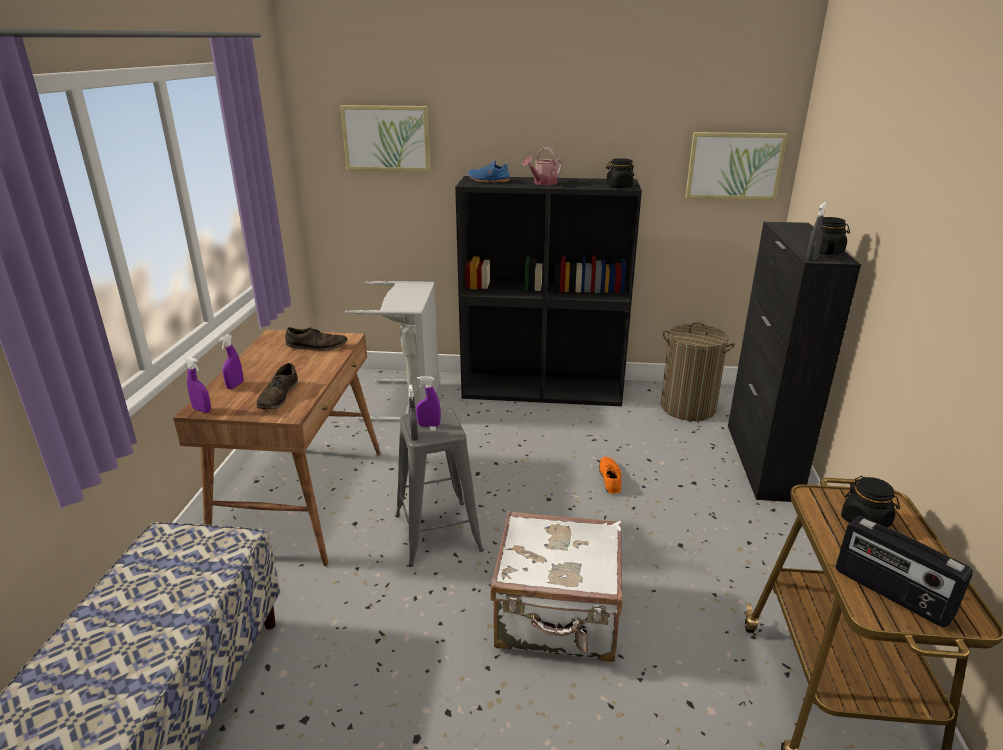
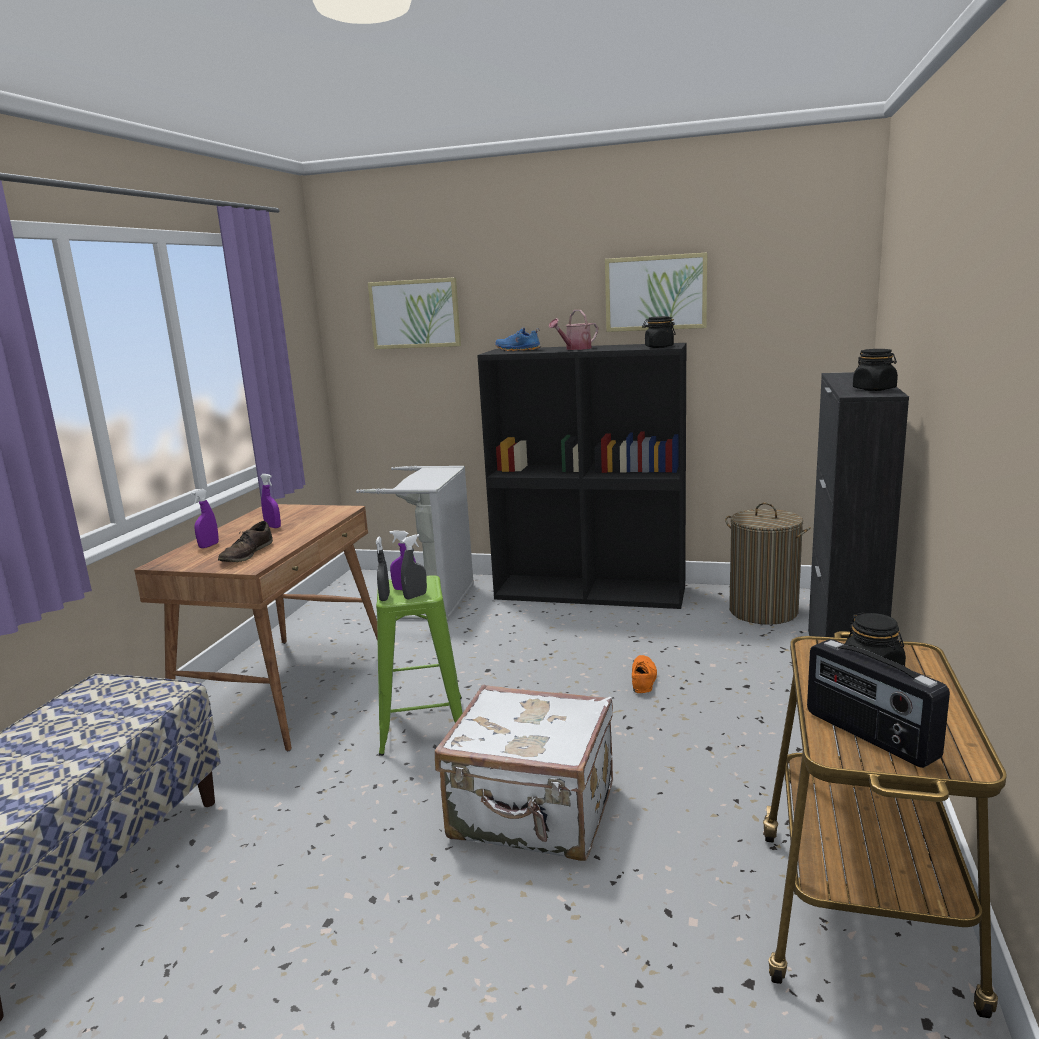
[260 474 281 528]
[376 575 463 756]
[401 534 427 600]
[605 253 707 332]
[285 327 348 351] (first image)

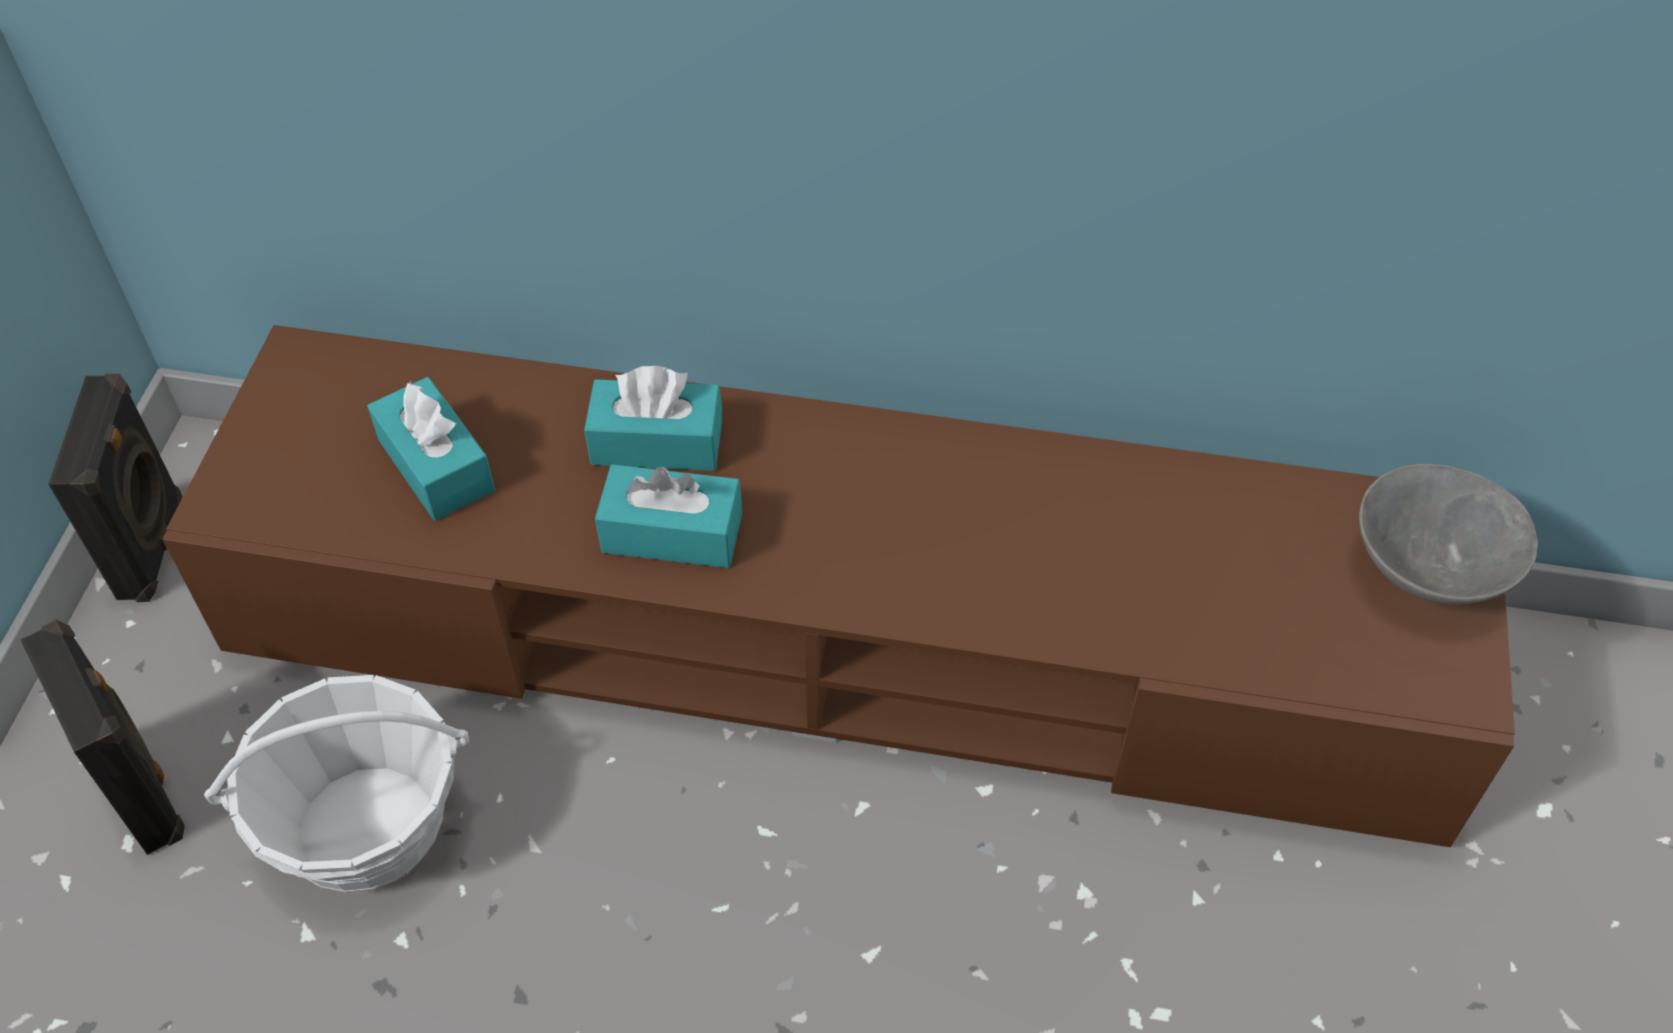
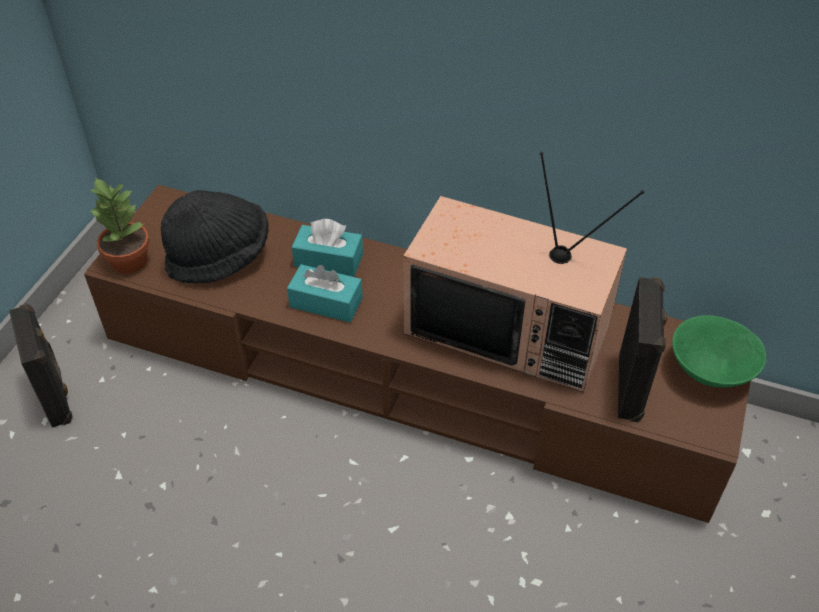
[90 177 150 274]
[161 190 269 284]
[404 152 644 392]
[618 277 667 422]
[672 315 766 388]
[204 675 469 892] (first image)

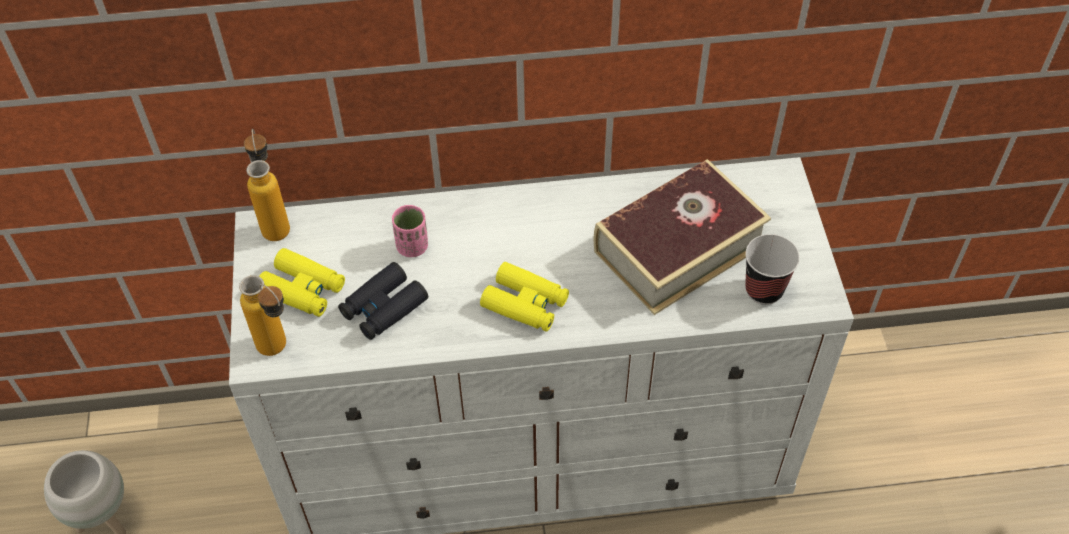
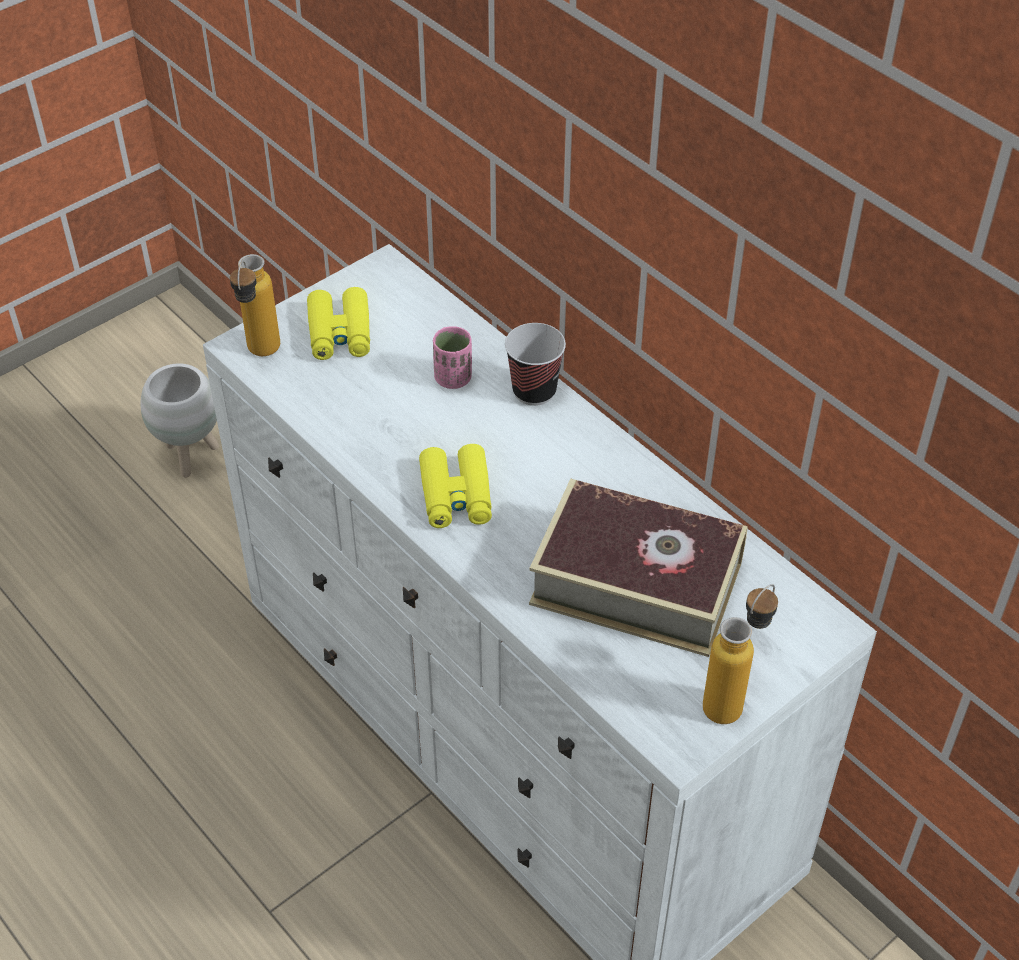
[505 323 566 406]
[703 584 778 724]
[338 262 428 340] (first image)

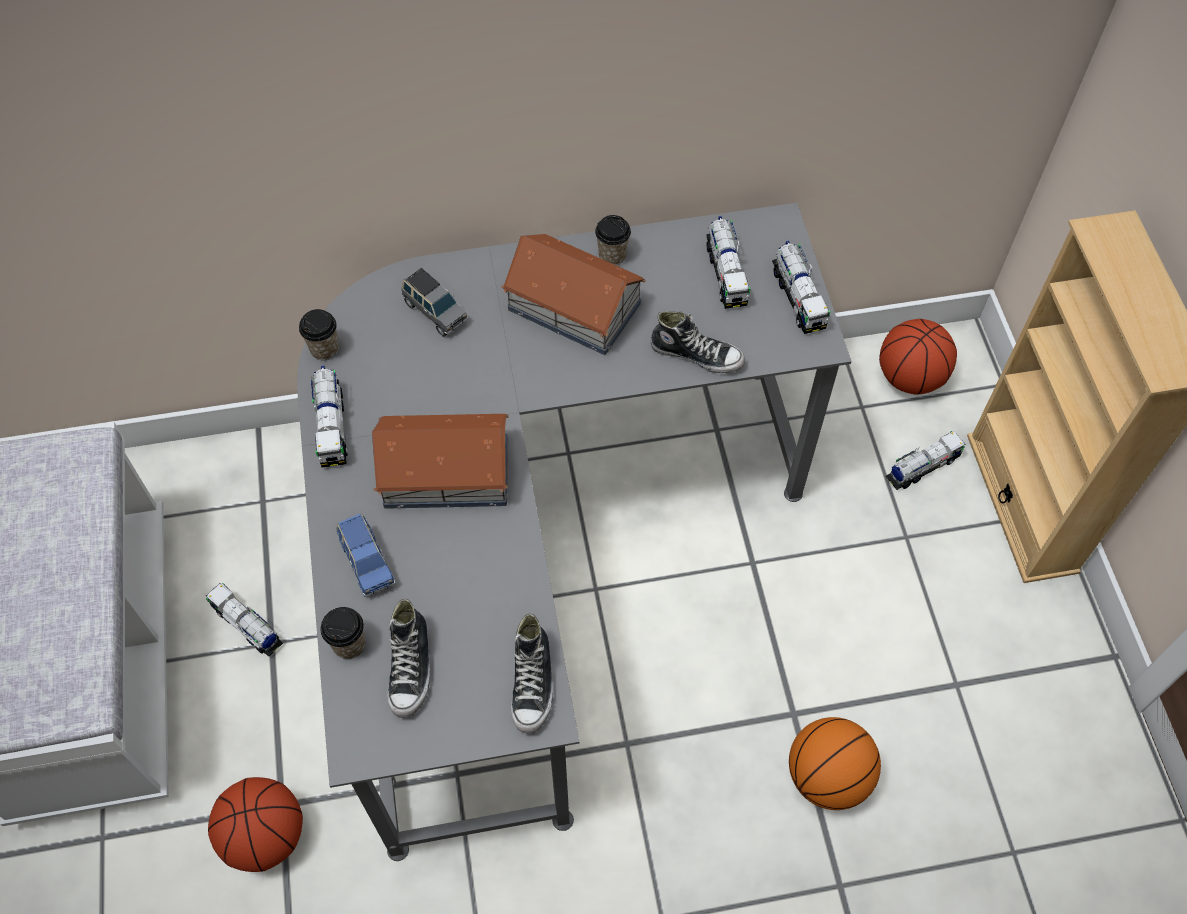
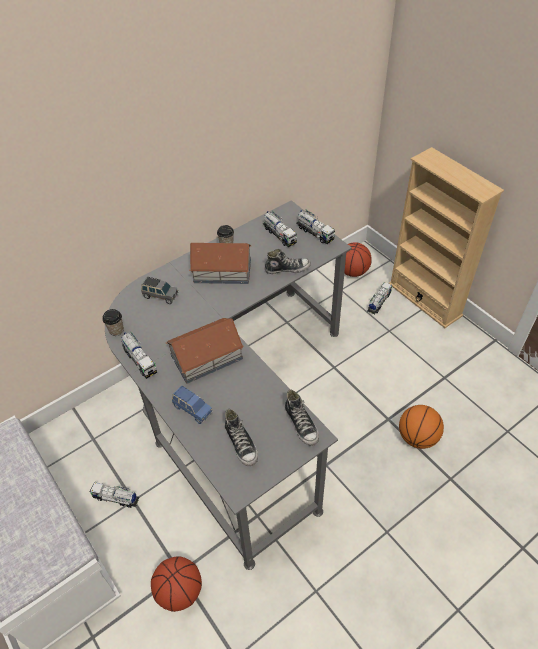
[321 607 365 659] (first image)

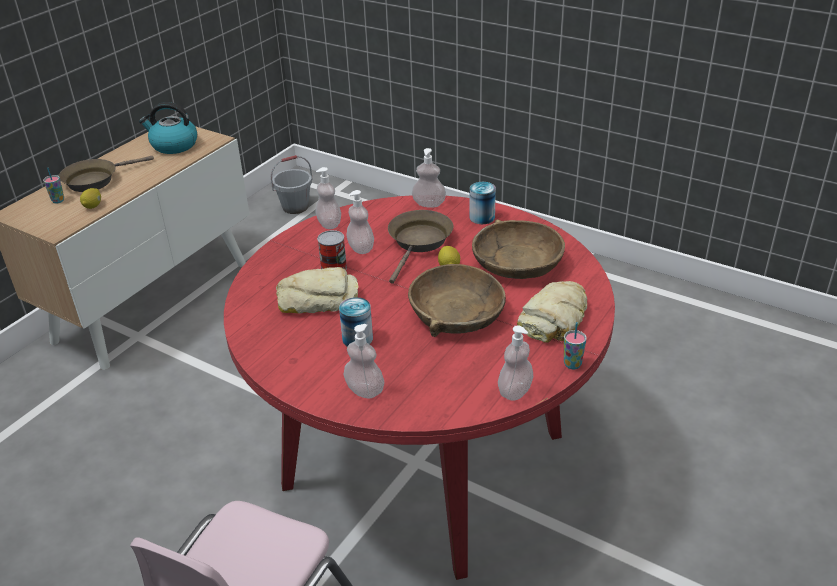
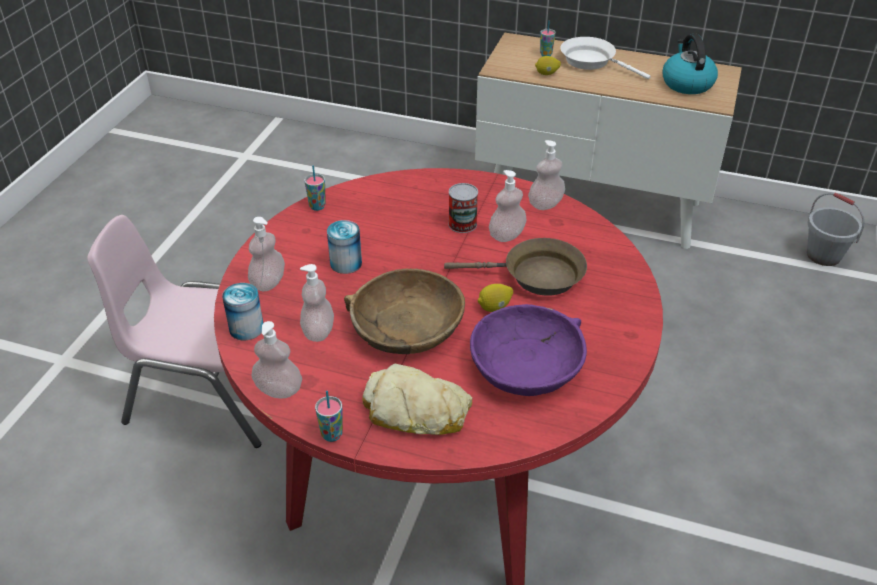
[222 283 263 340]
[300 264 334 342]
[304 165 326 211]
[470 304 587 396]
[560 37 651 79]
[276 267 358 314] (first image)

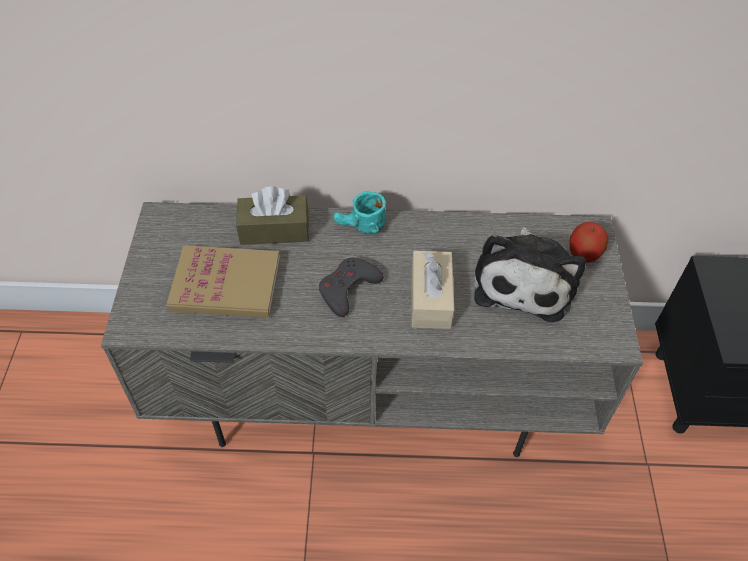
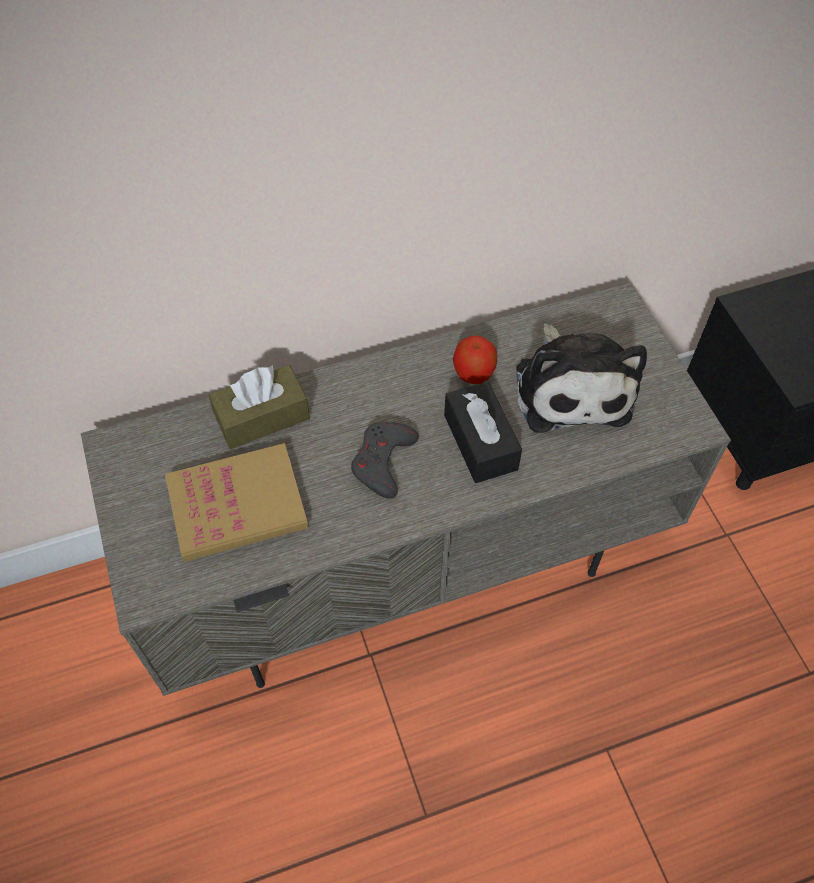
[444 382 522 483]
[453 336 497 384]
[333 191 386 234] (first image)

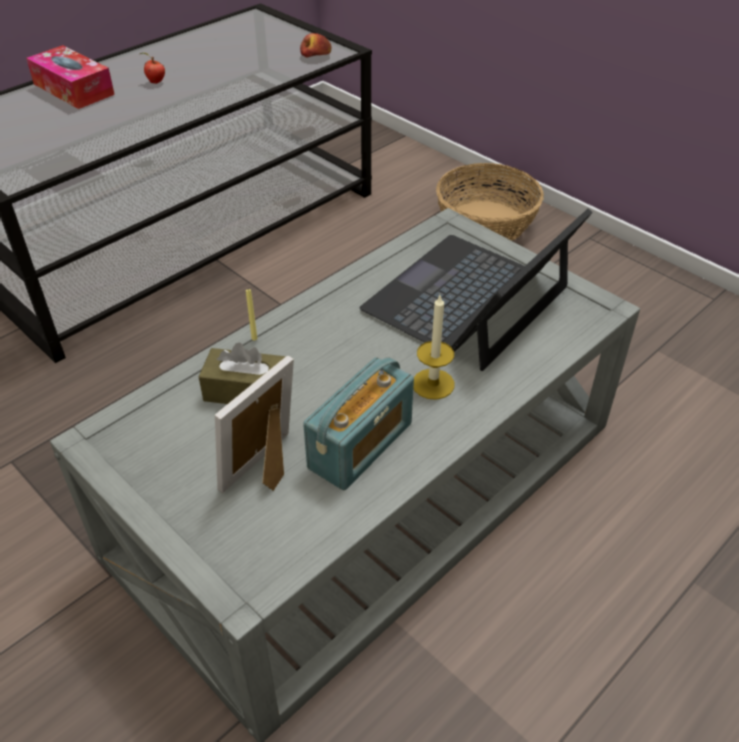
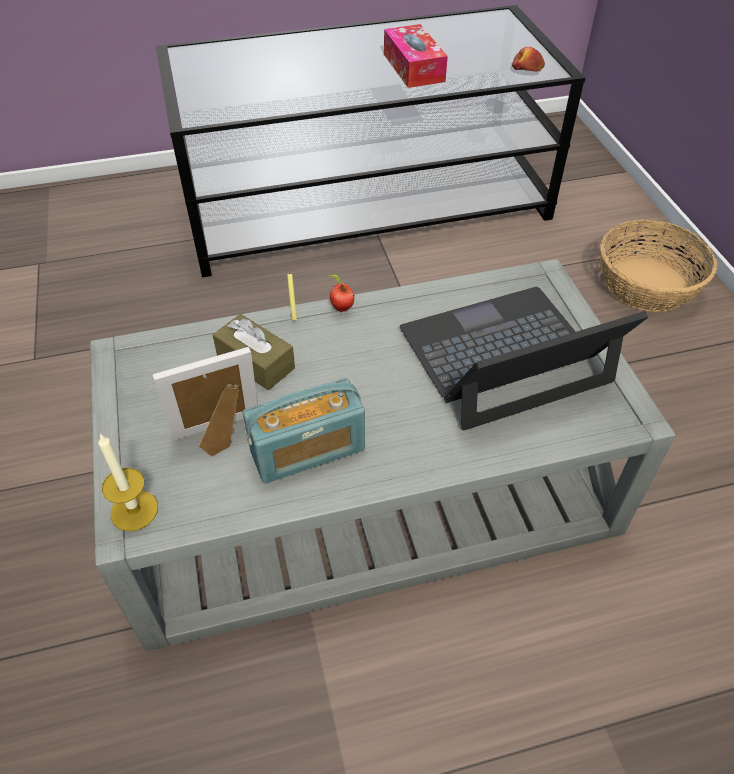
[98 433 158 531]
[328 275 354 312]
[384 24 448 88]

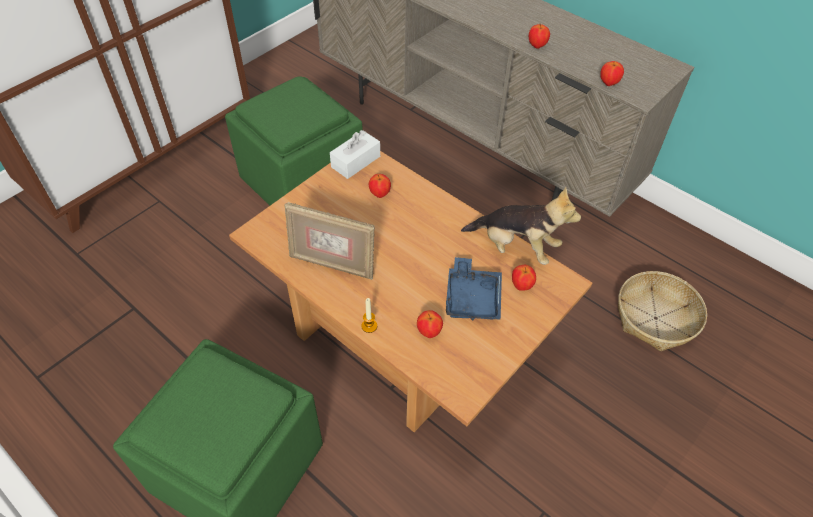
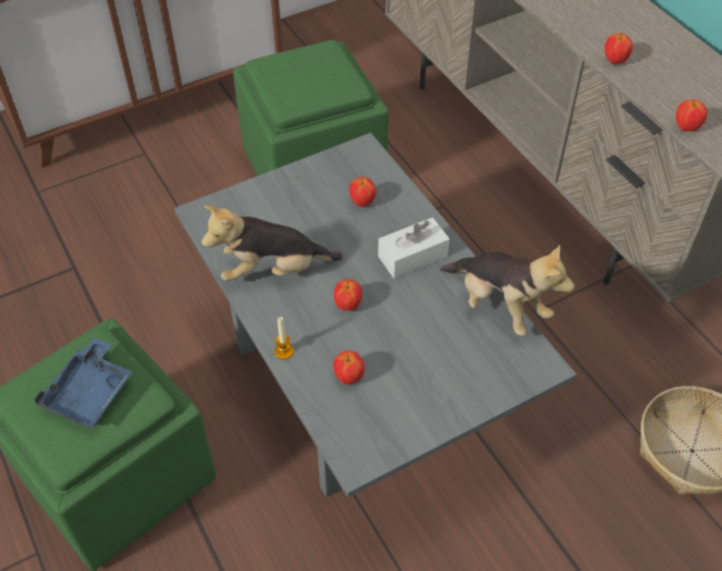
[34 337 133 429]
[174 133 577 497]
[201 205 343 281]
[334 279 362 311]
[378 217 450 278]

